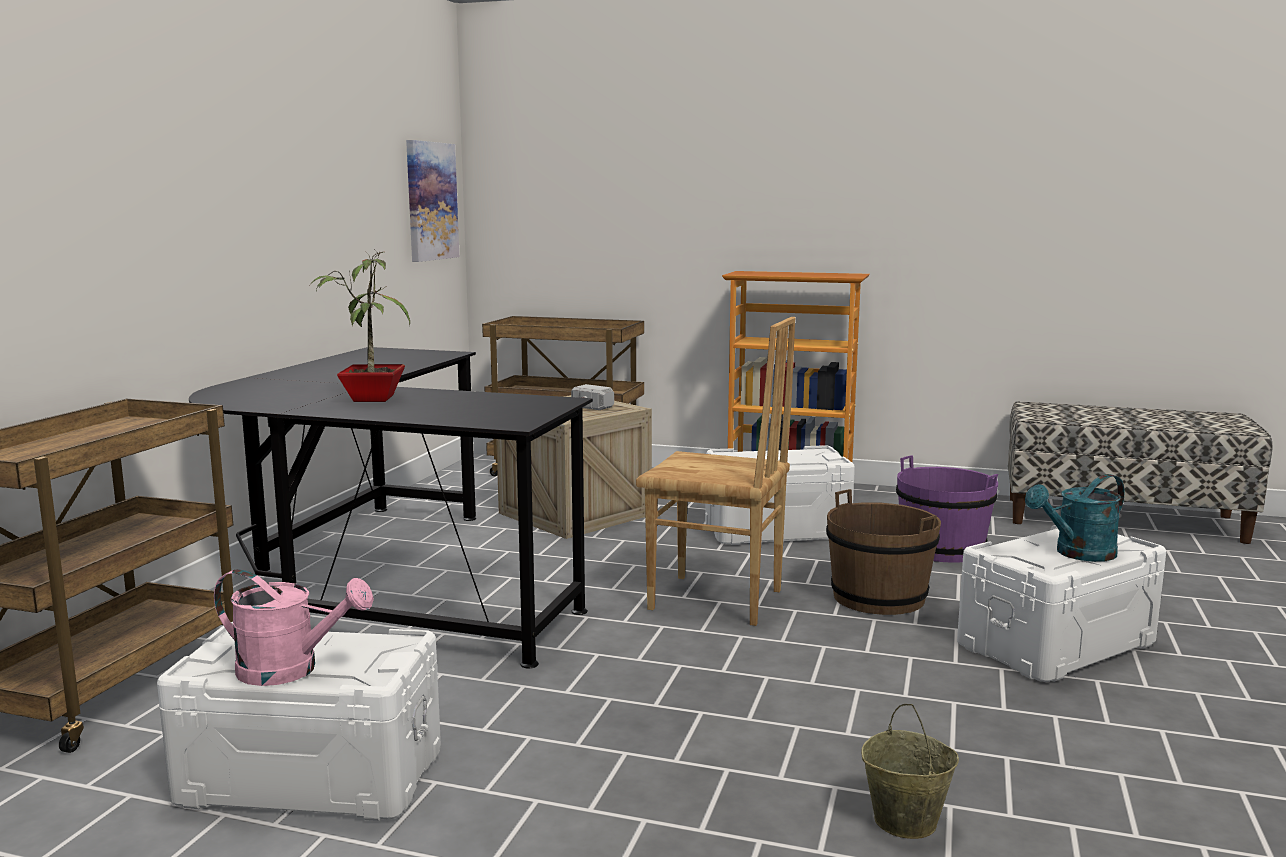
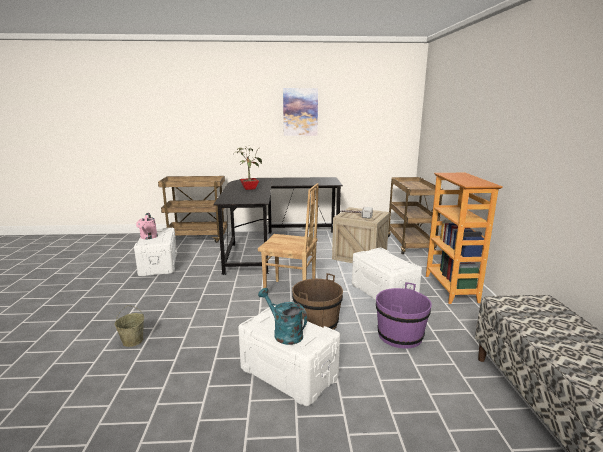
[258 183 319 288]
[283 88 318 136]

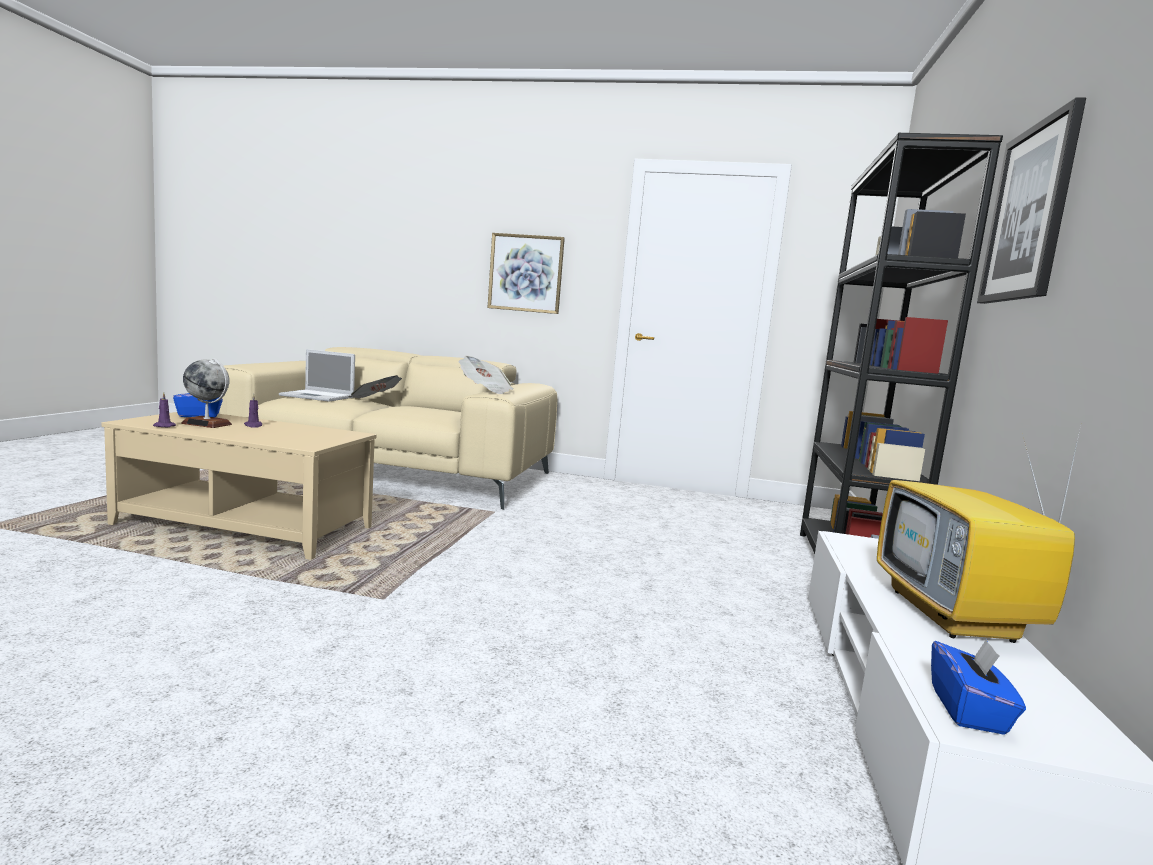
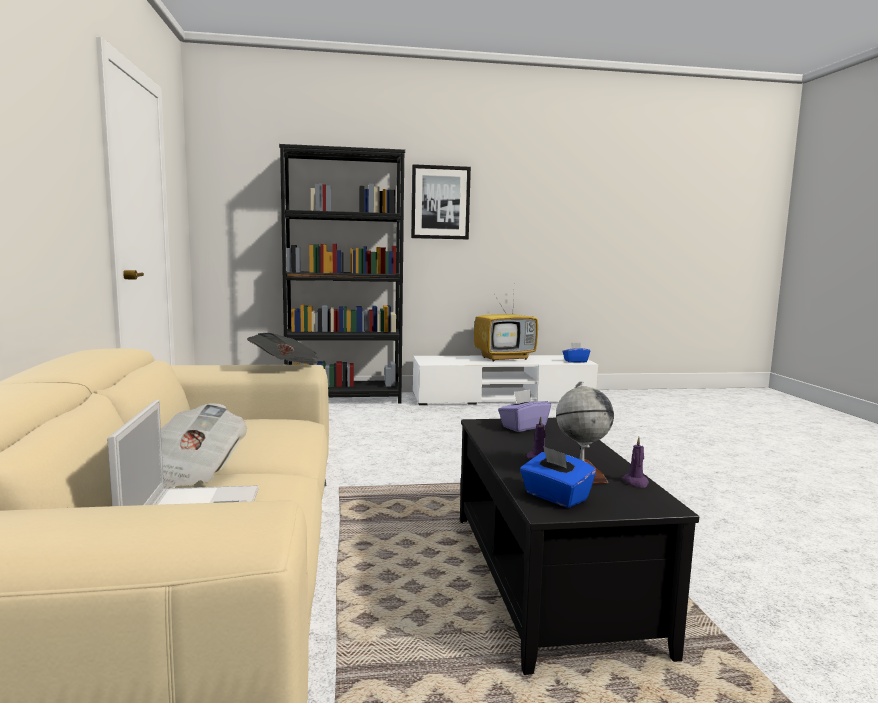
[460 418 699 675]
[498 389 551 432]
[487 233 565 314] (first image)

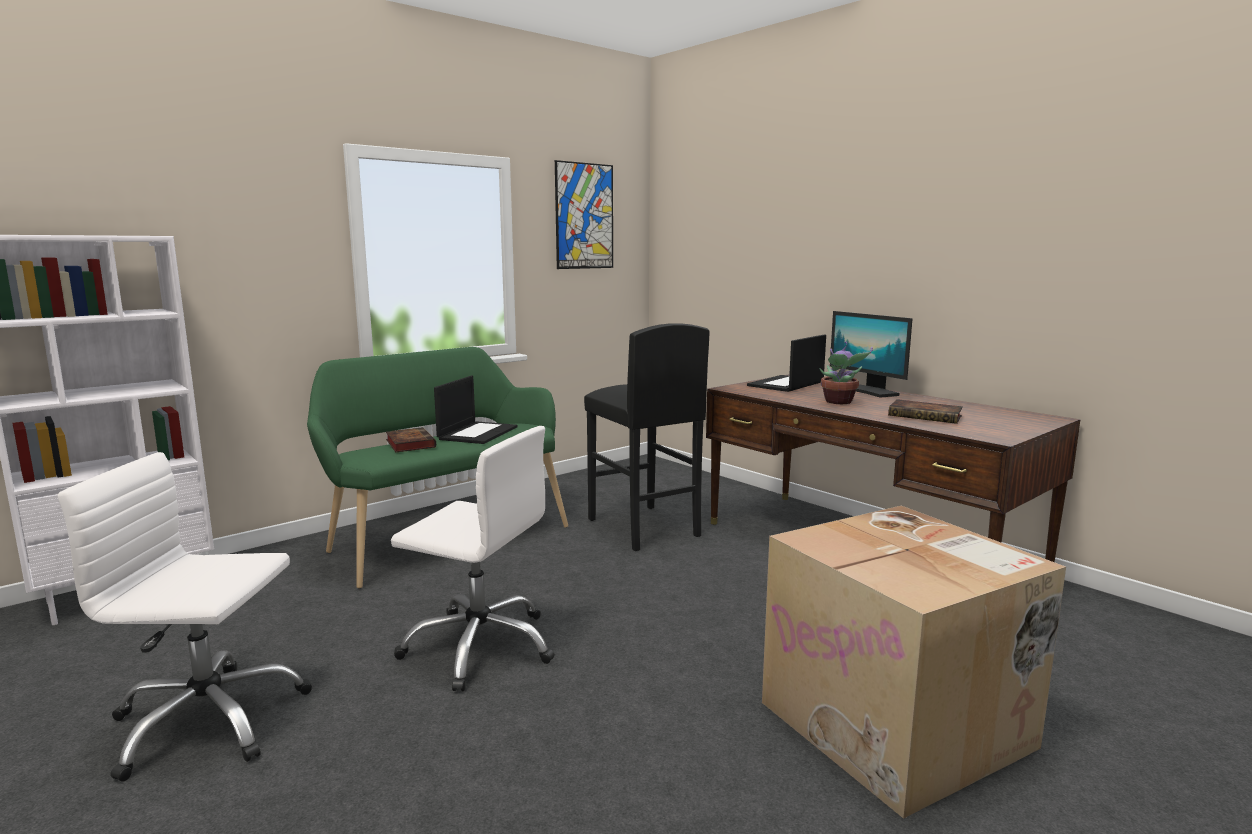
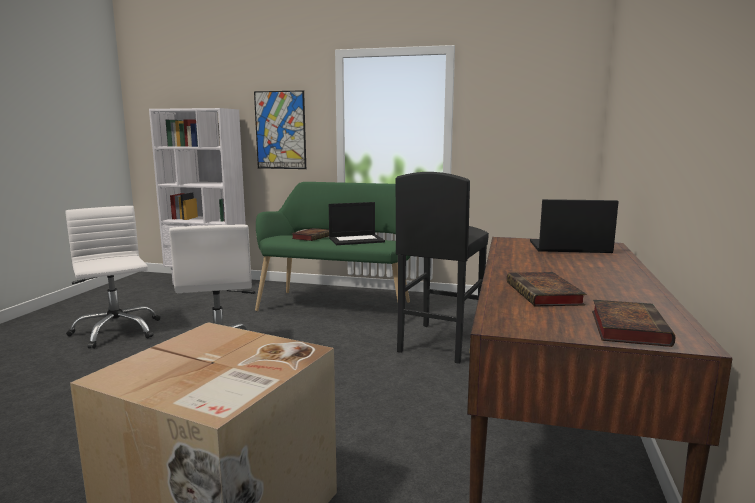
[254 90 306 169]
[592 300 675 347]
[819 341 873 404] (first image)
[830 311 913 398] (first image)

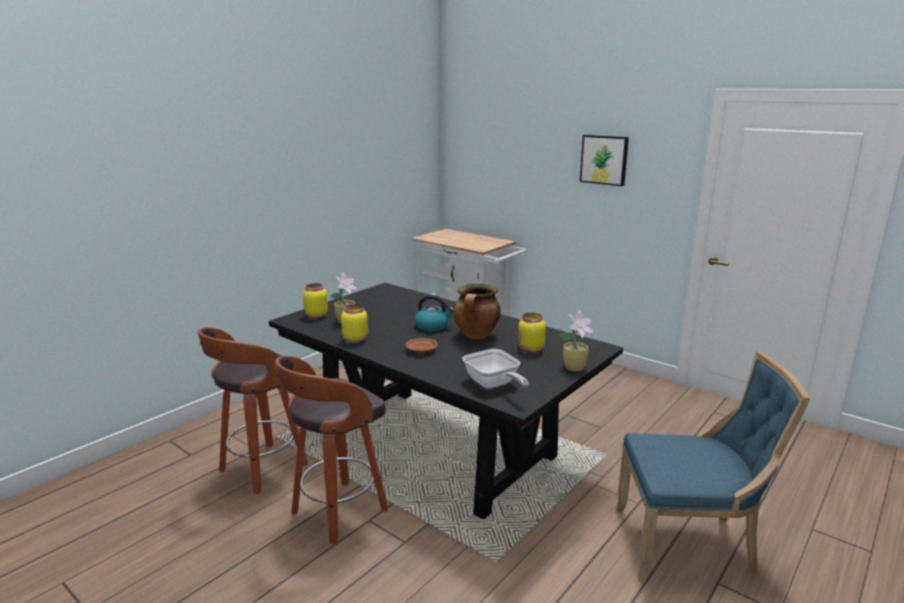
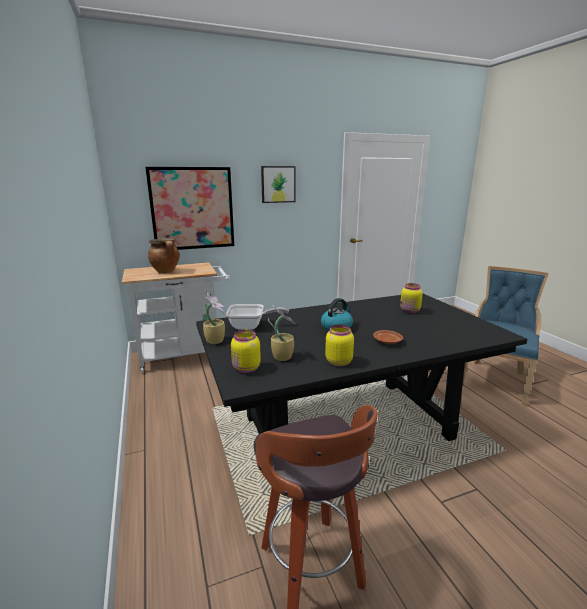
[145 167 234 250]
[148 238 180 273]
[202 292 225 344]
[226 304 289 329]
[275 356 388 544] (first image)

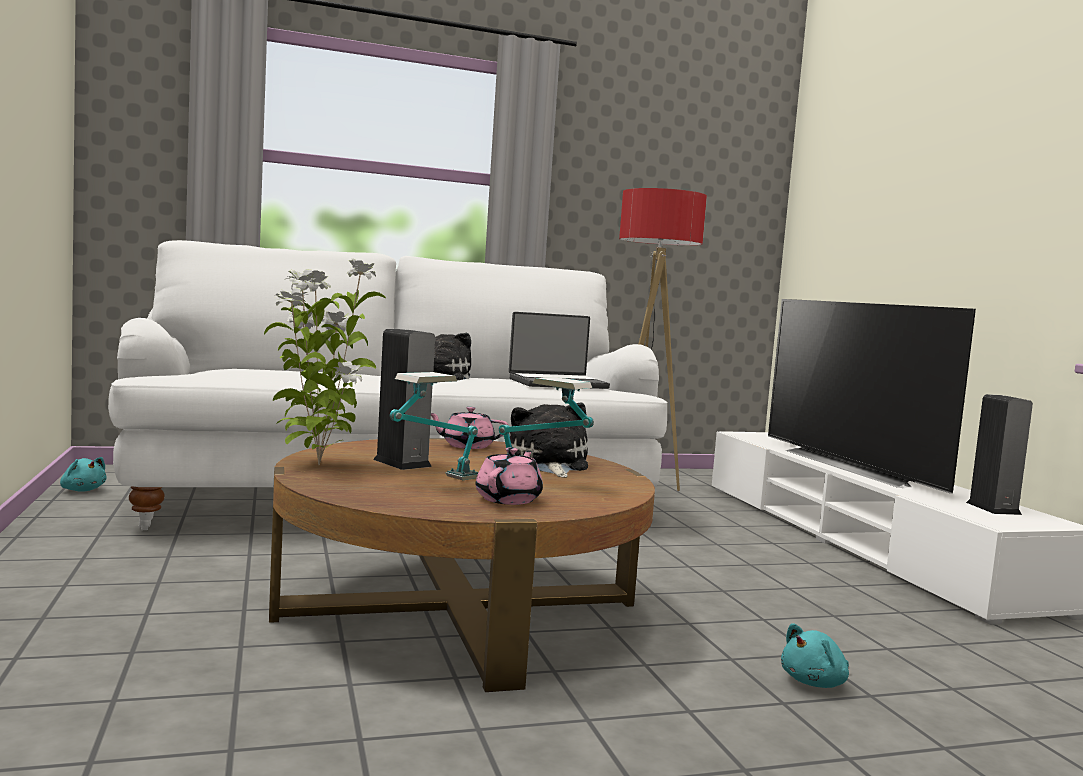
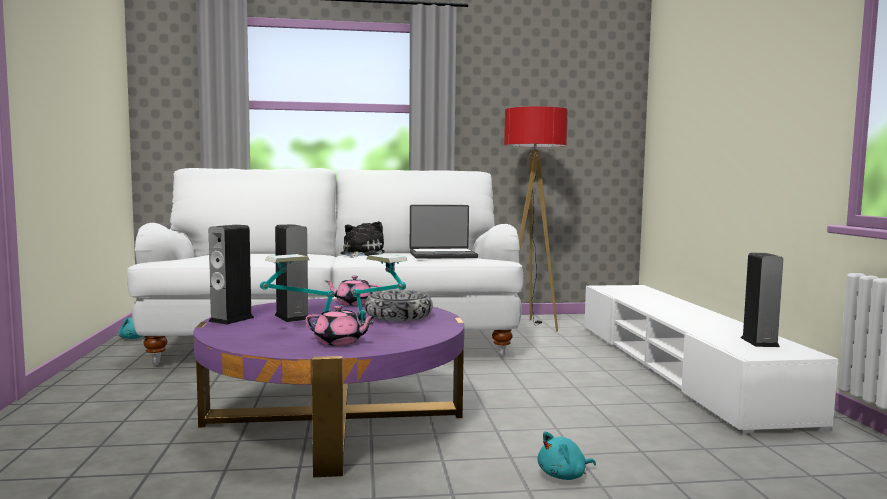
[194 298 464 477]
[208 225 254 325]
[305 305 376 346]
[365 290 433 321]
[768 299 976 494] (first image)

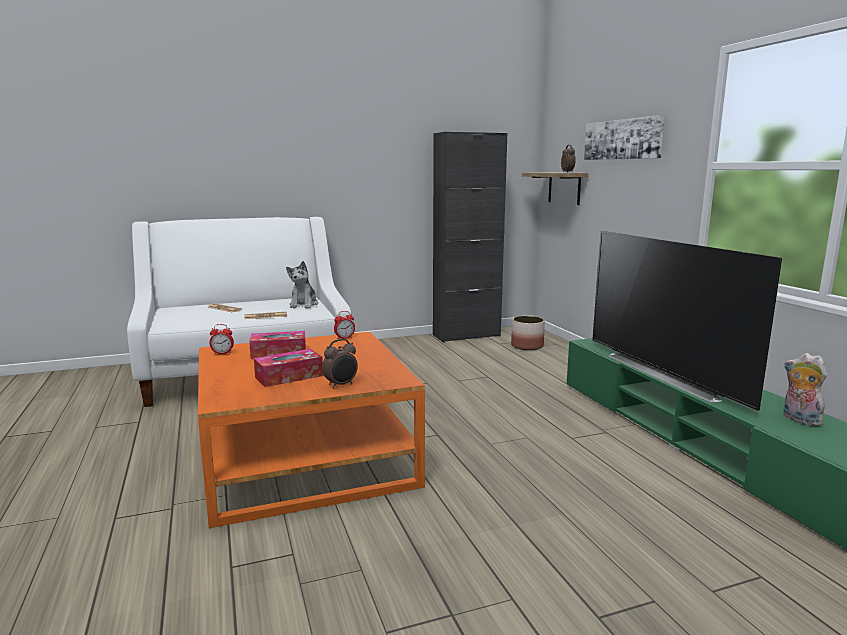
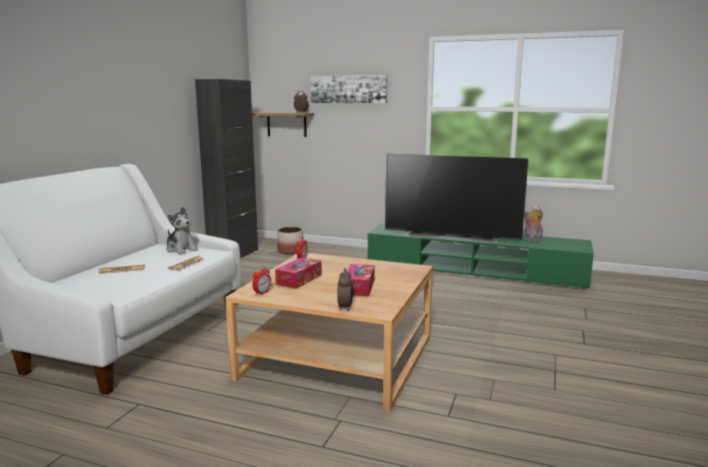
[225 253 433 413]
[337 268 353 311]

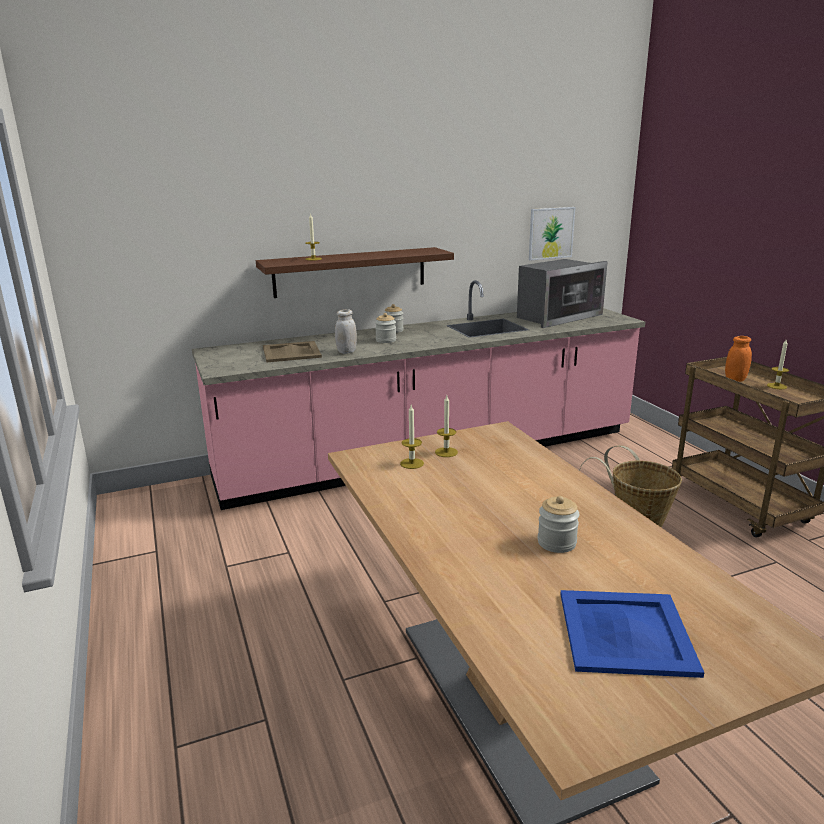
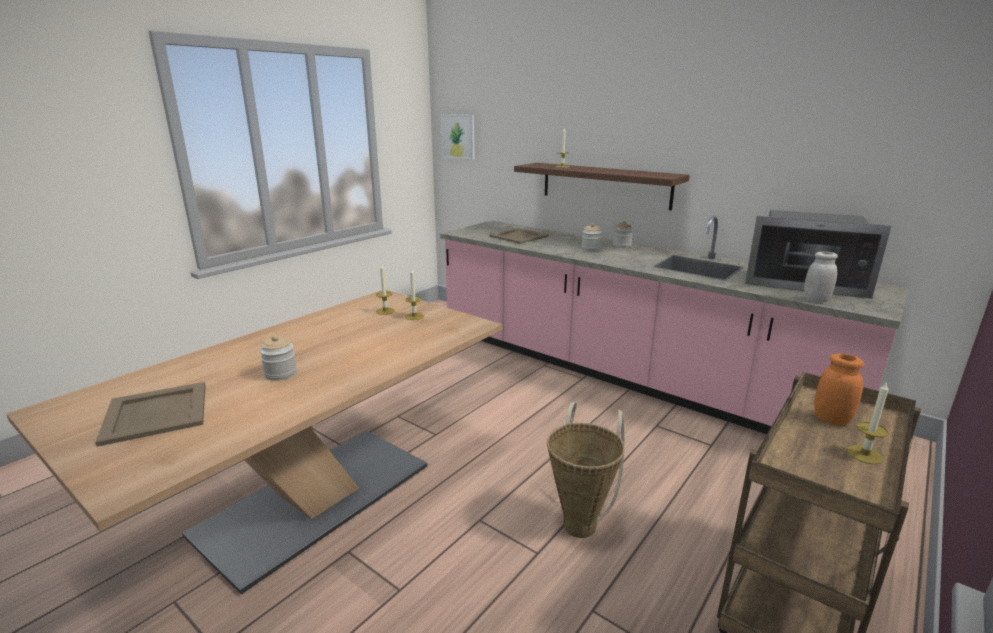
[95 382 206 447]
[441 114 475 160]
[804 252 838 303]

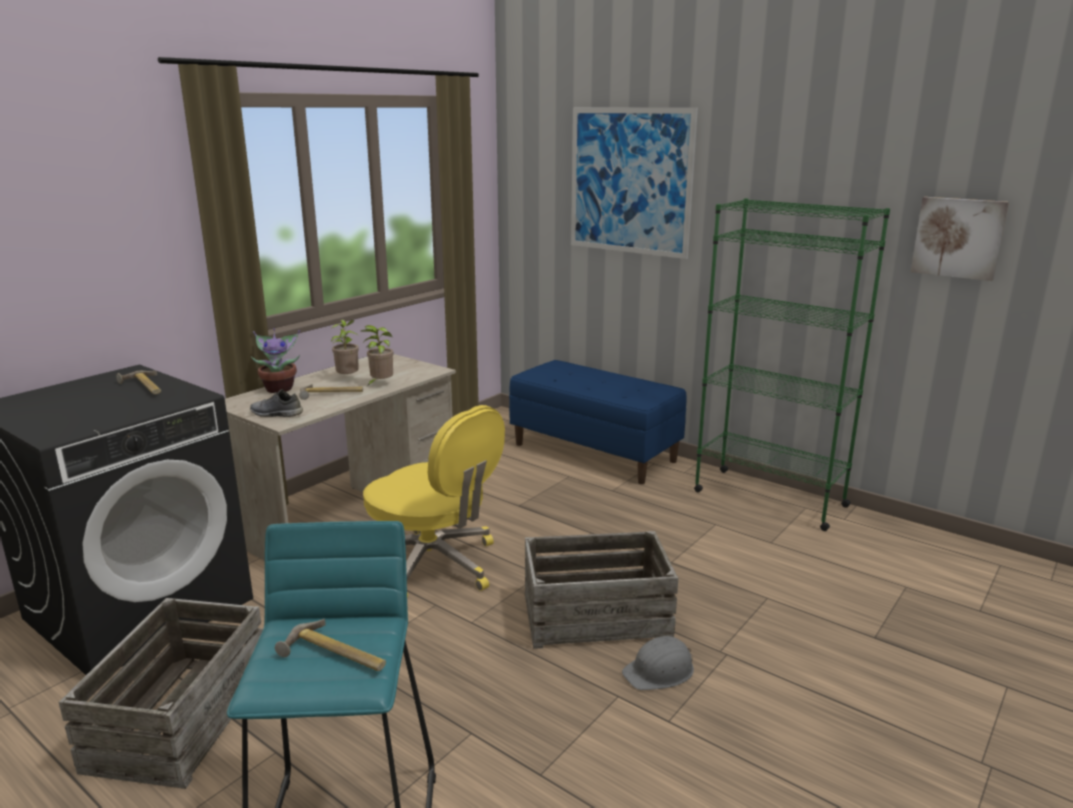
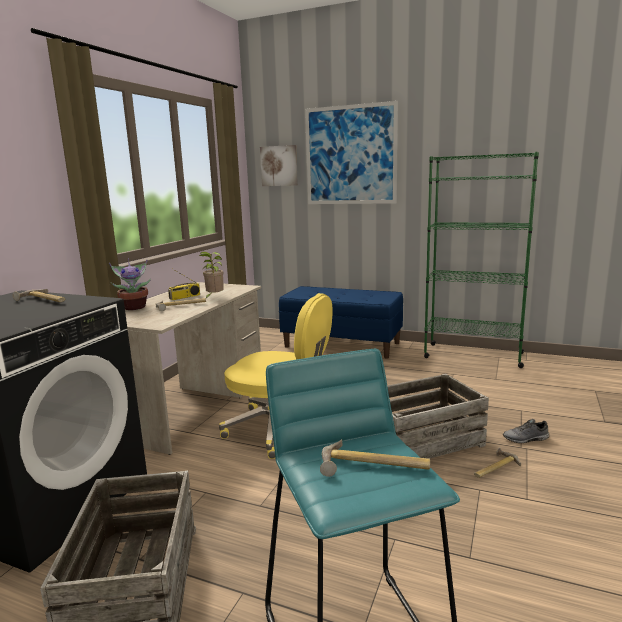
[168 269 200 300]
[260 145 298 186]
[474 447 521 478]
[503 419 550 443]

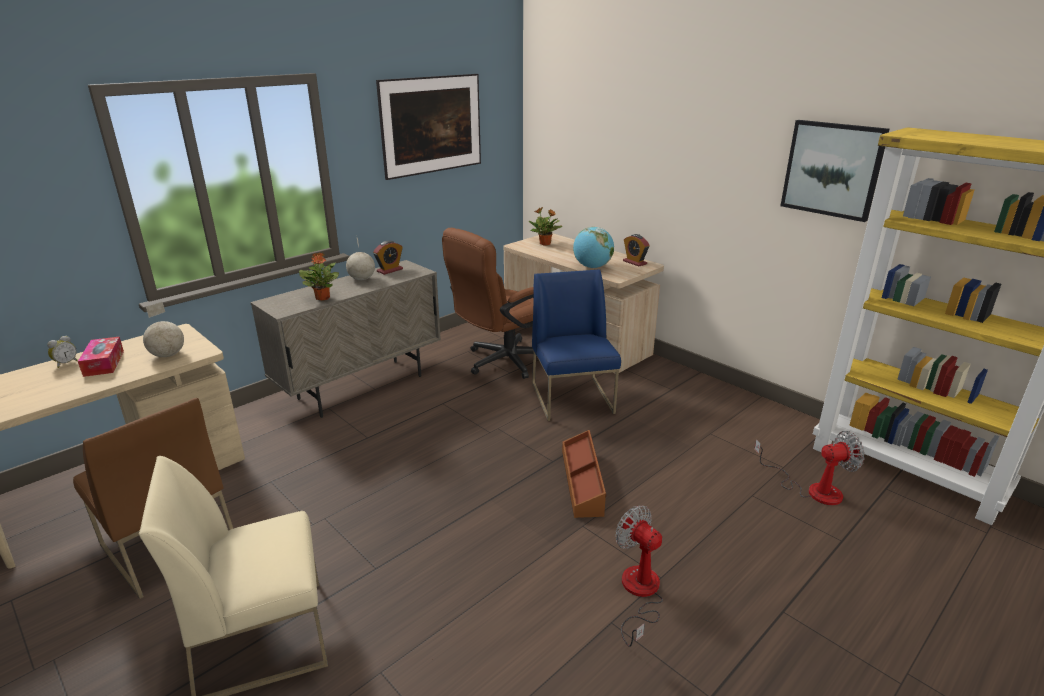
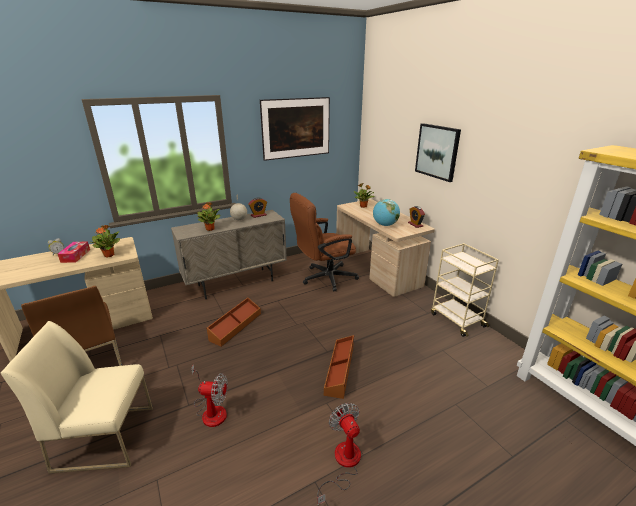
[91 225 120 257]
[191 364 228 427]
[206 298 261 347]
[415 123 461 182]
[431 243 499 337]
[532 270 621 421] (first image)

